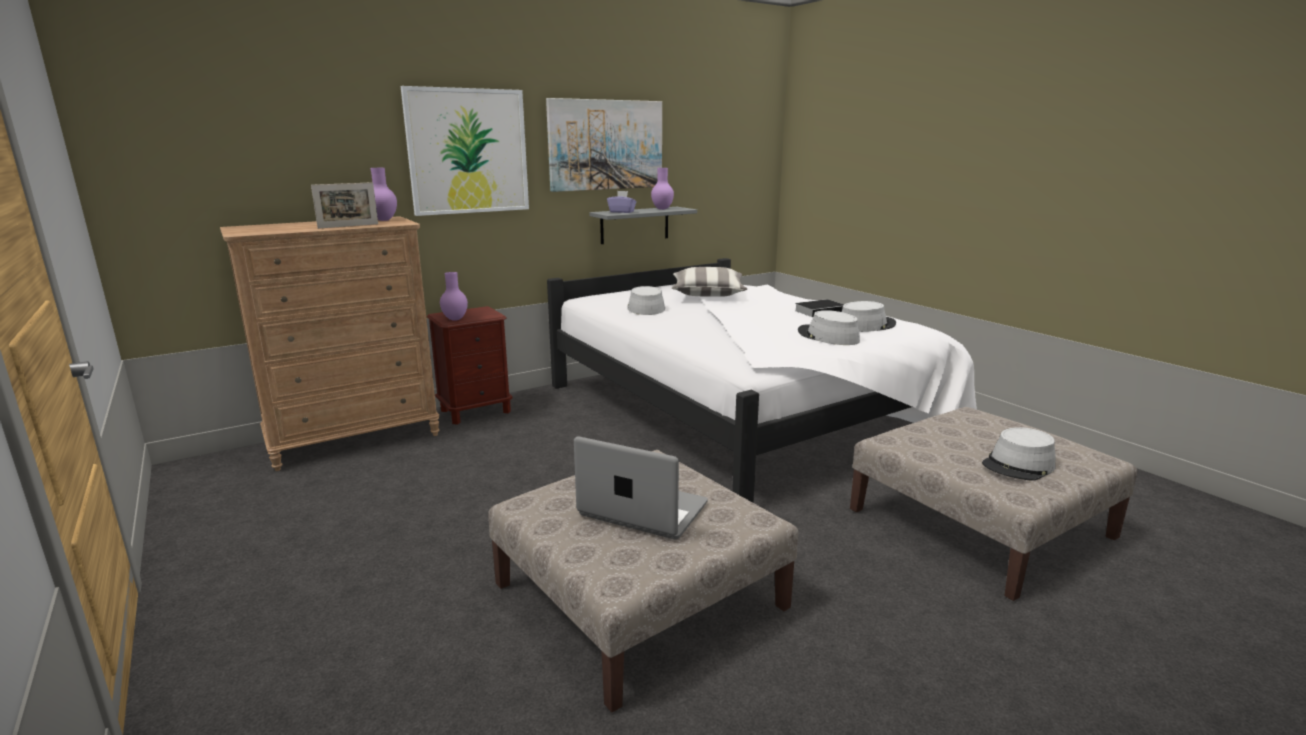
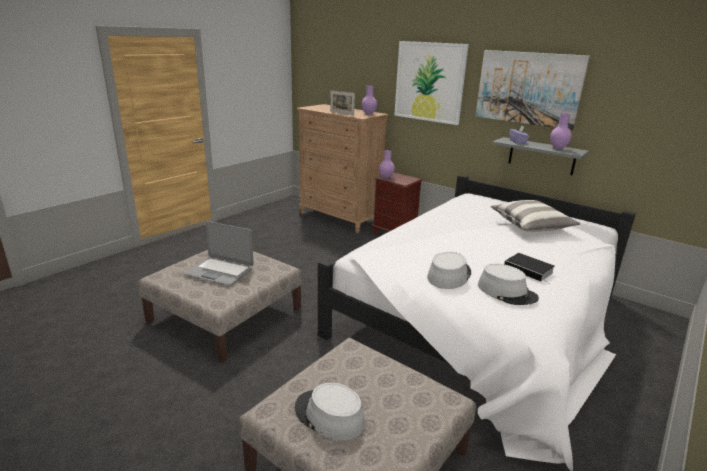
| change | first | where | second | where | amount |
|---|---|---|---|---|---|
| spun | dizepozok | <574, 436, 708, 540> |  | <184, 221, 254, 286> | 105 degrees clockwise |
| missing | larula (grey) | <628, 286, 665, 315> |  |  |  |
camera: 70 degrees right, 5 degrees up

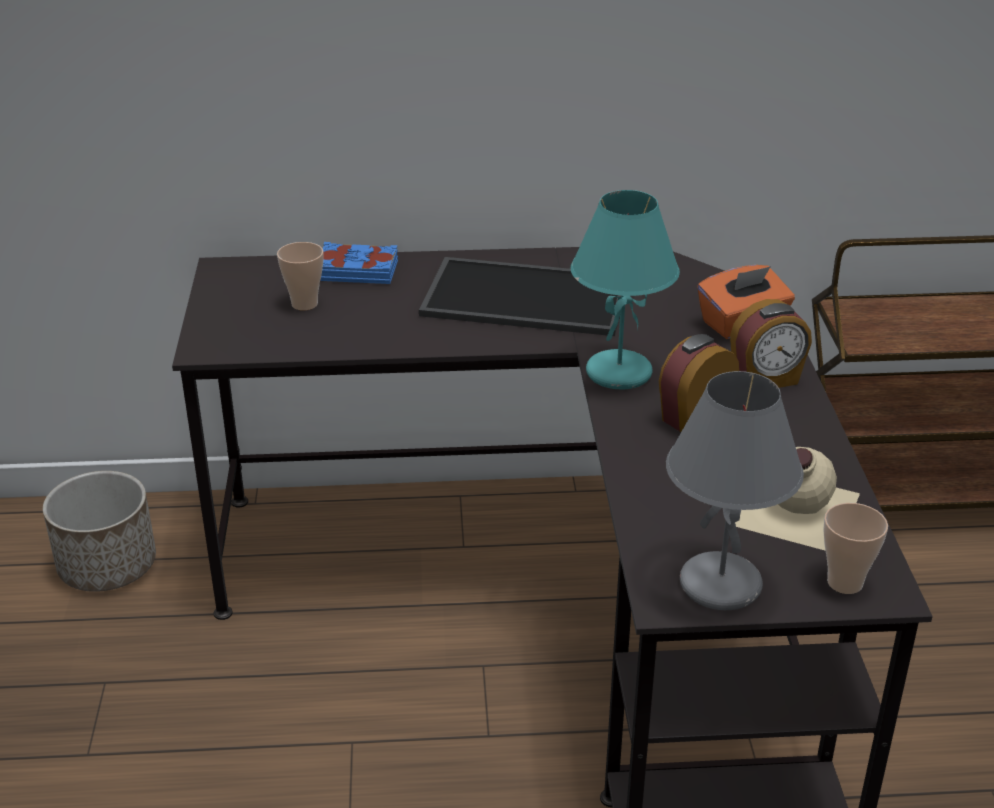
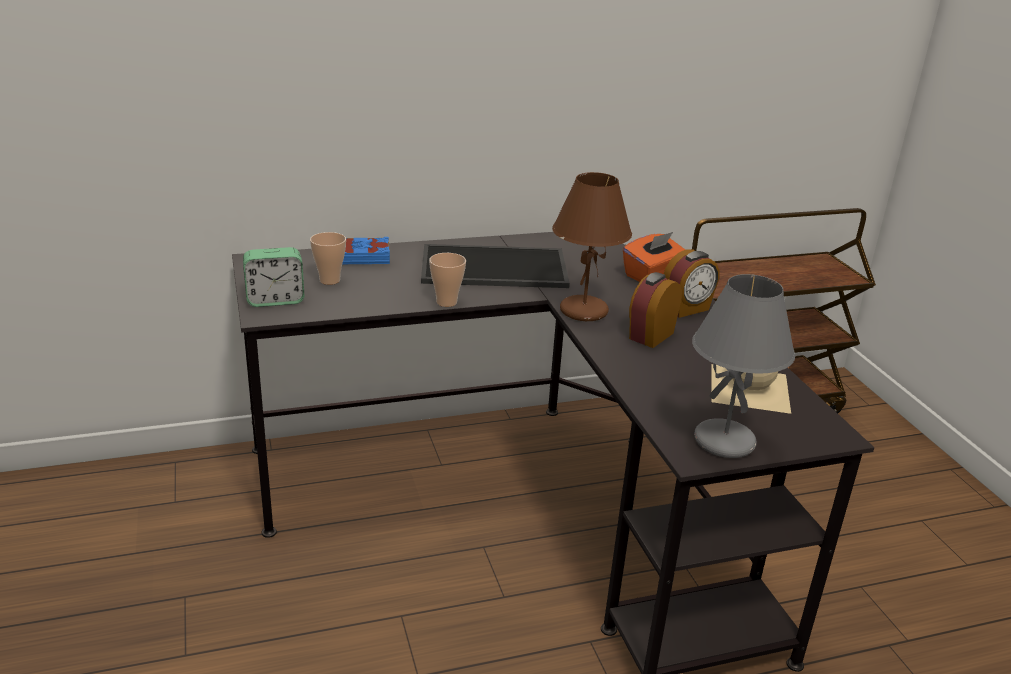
| change | first | where | second | where | amount |
|---|---|---|---|---|---|
| appeared |  |  | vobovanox | <243, 247, 304, 307> |  |
| relocated | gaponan | <823, 503, 888, 594> |  | <429, 253, 466, 307> |  |
| colour | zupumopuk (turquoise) | <571, 190, 680, 389> | zupumopuk (brown) | <552, 172, 632, 321> |  |
| missing | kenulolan | <43, 471, 156, 592> |  |  |  |
camera: 15 degrees left, 5 degrees down

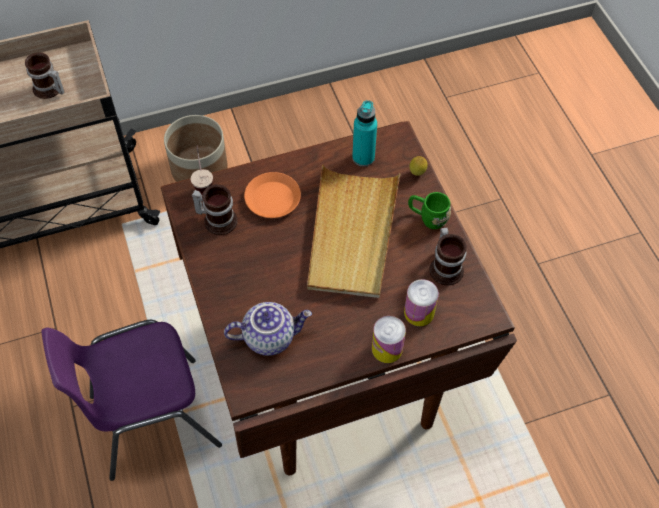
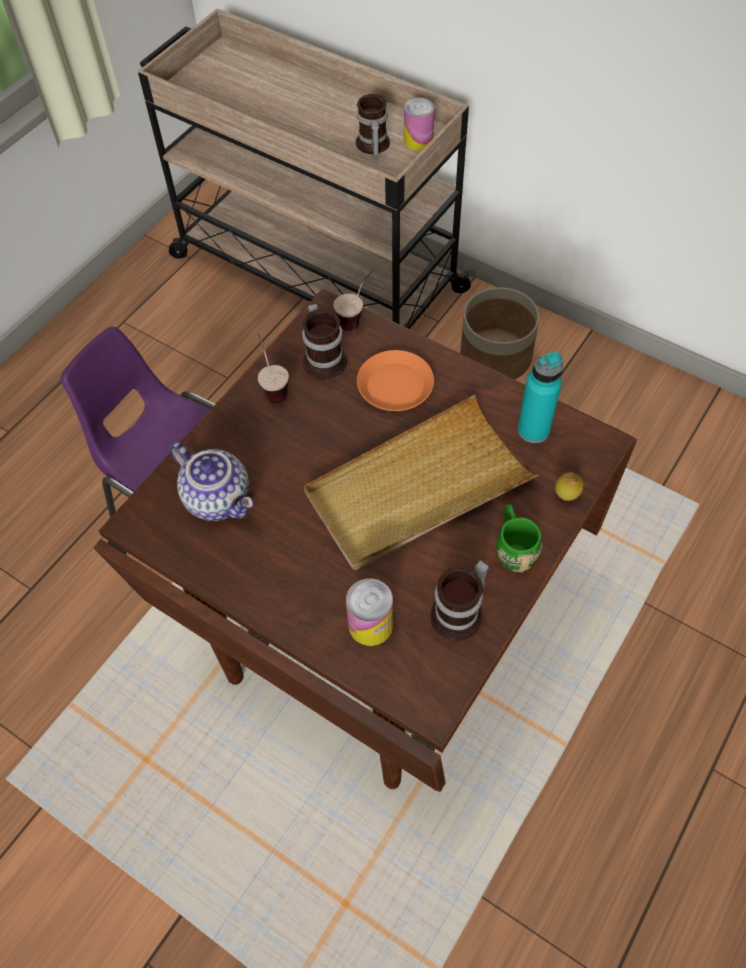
| change | first | where | second | where | amount |
|---|---|---|---|---|---|
| appeared |  |  | gaponan | <257, 334, 289, 403> |  |
| relocated | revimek | <372, 316, 406, 363> |  | <404, 97, 435, 151> |  |
camera: 55 degrees right, 0 degrees up

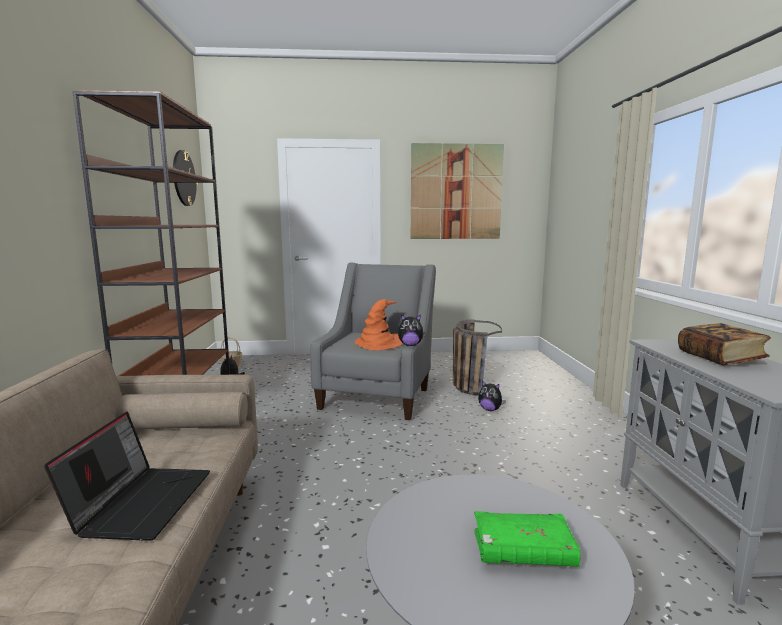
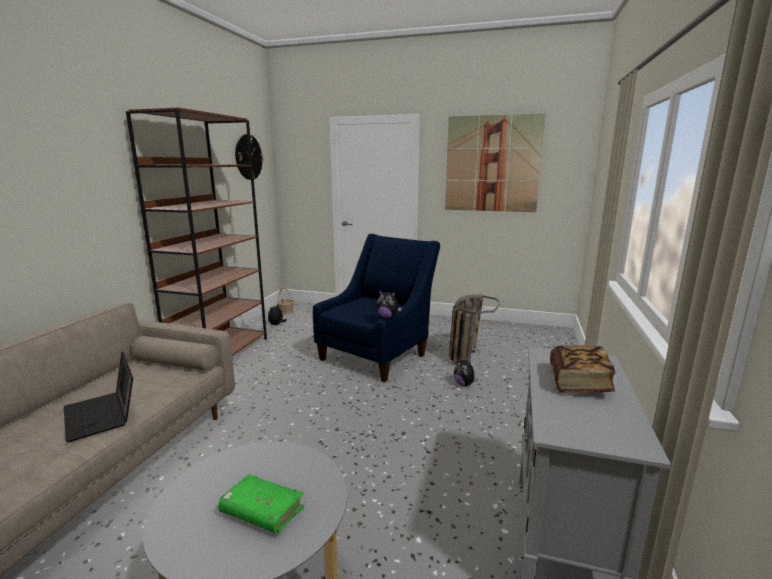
| change | first | where | second | where | amount |
|---|---|---|---|---|---|
| spun | dizepozok | <44, 411, 210, 541> |  | <64, 352, 133, 442> | 120 degrees clockwise |
| colour | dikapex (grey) | <310, 263, 436, 420> | dikapex (blue) | <313, 234, 440, 382> |  |
| missing | larula (orange) | <354, 299, 402, 350> |  |  |  |
camera: 20 degrees right, 5 degrees up

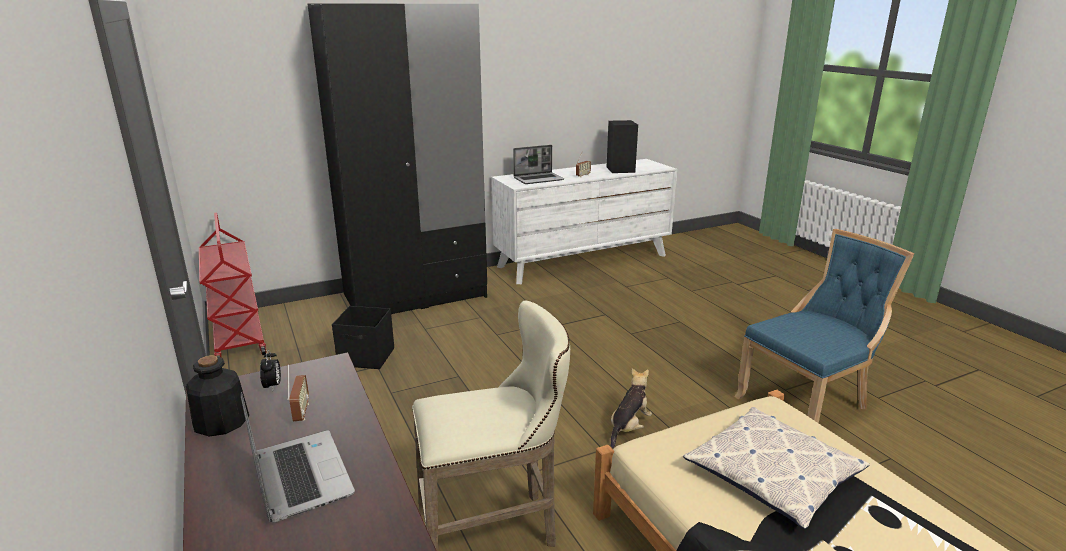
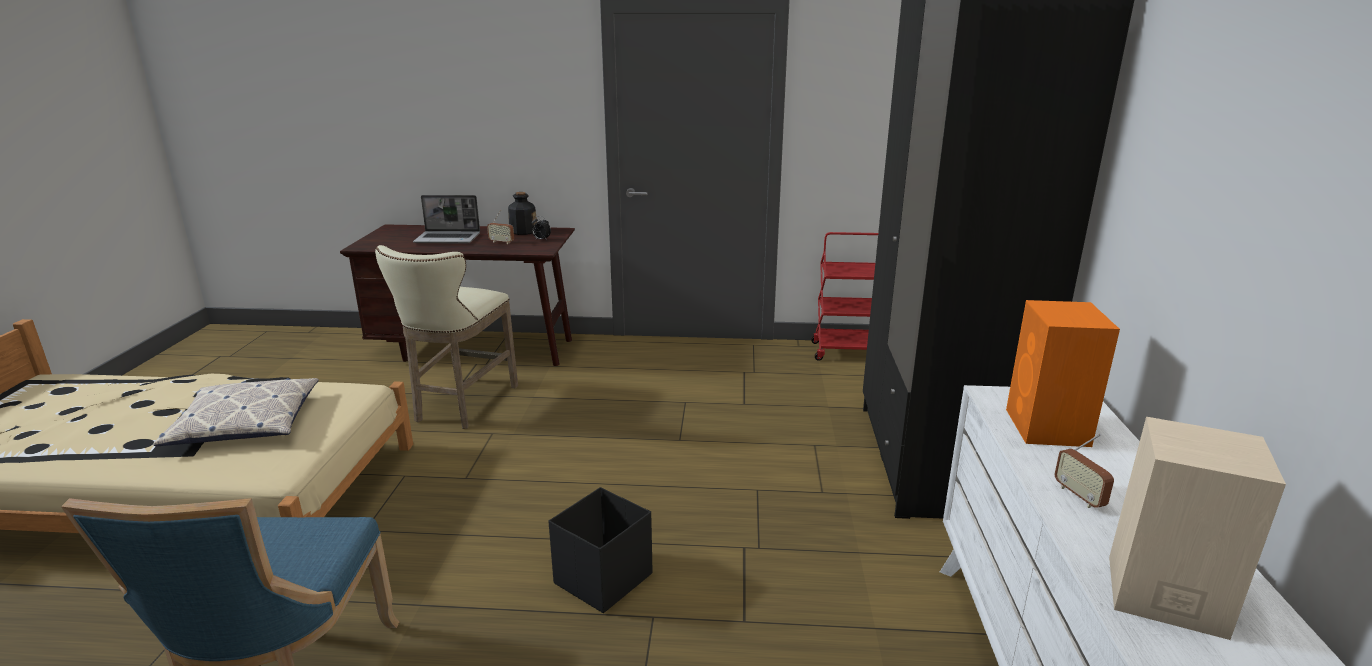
| change | first | where | second | where | amount |
|---|---|---|---|---|---|
| relocated | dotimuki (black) | <332, 306, 394, 369> |  | <548, 487, 652, 613> |  |
| exchanged | dizepozok | <513, 145, 564, 184> | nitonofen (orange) | <1006, 300, 1120, 447> |  |
| colour | nitonofen (black) | <607, 120, 638, 173> | nitonofen (beige) | <1109, 417, 1286, 640> |  |
| missing | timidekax | <611, 369, 652, 448> |  |  |  |
camera: 120 degrees right, 0 degrees up

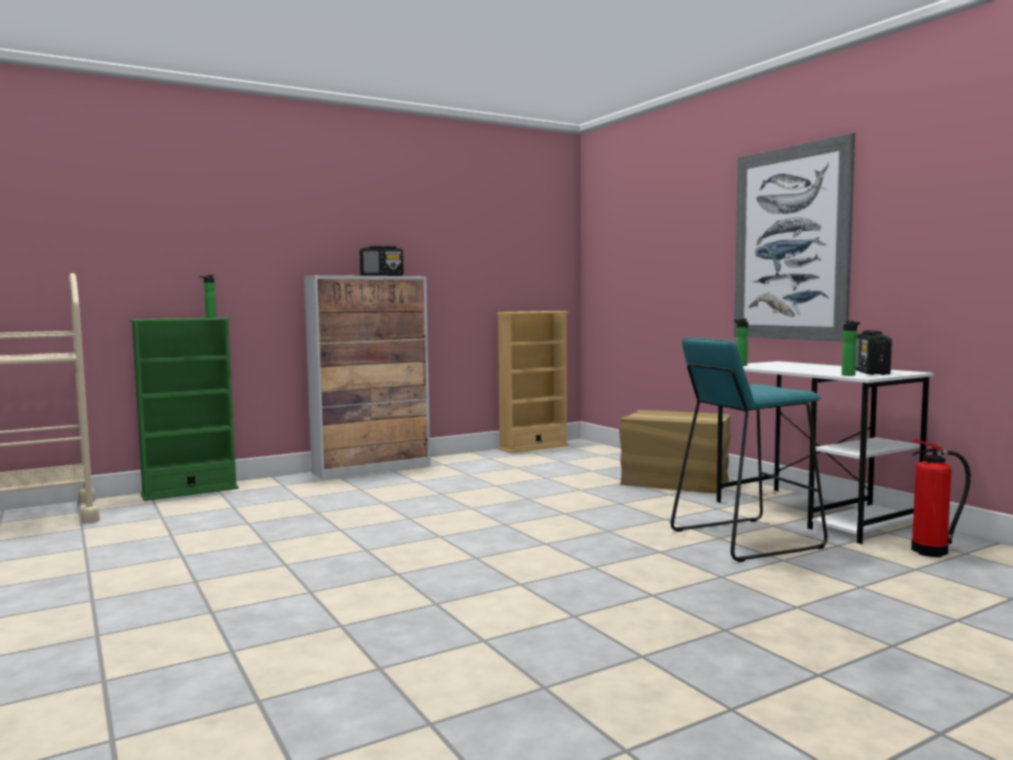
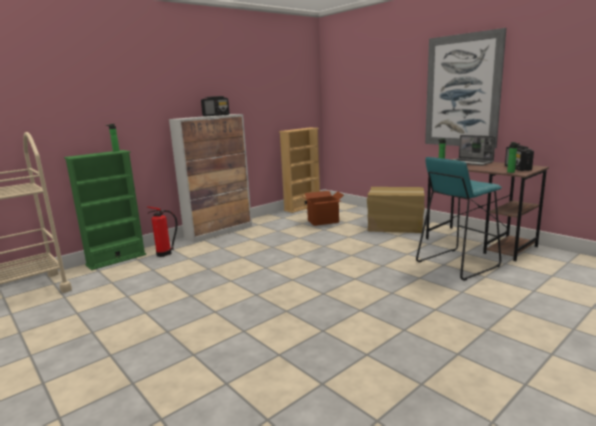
| change | first | where | second | where | amount |
|---|---|---|---|---|---|
| relocated | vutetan | <911, 439, 971, 557> |  | <147, 206, 178, 257> |  |
| appeared |  |  | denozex | <301, 191, 344, 226> |  |
| colour | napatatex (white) | <716, 361, 934, 544> | napatatex (brown) | <426, 158, 549, 261> |  |
| appeared |  |  | dizepozok | <453, 135, 496, 166> |  |
camera: 10 degrees left, 10 degrees up

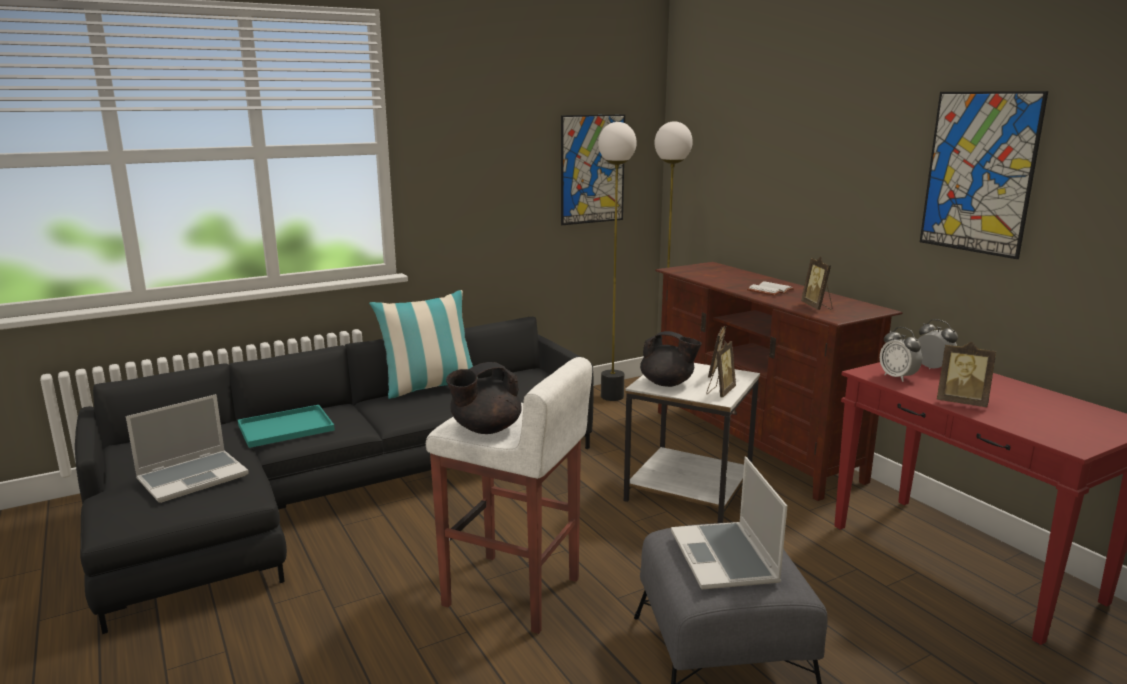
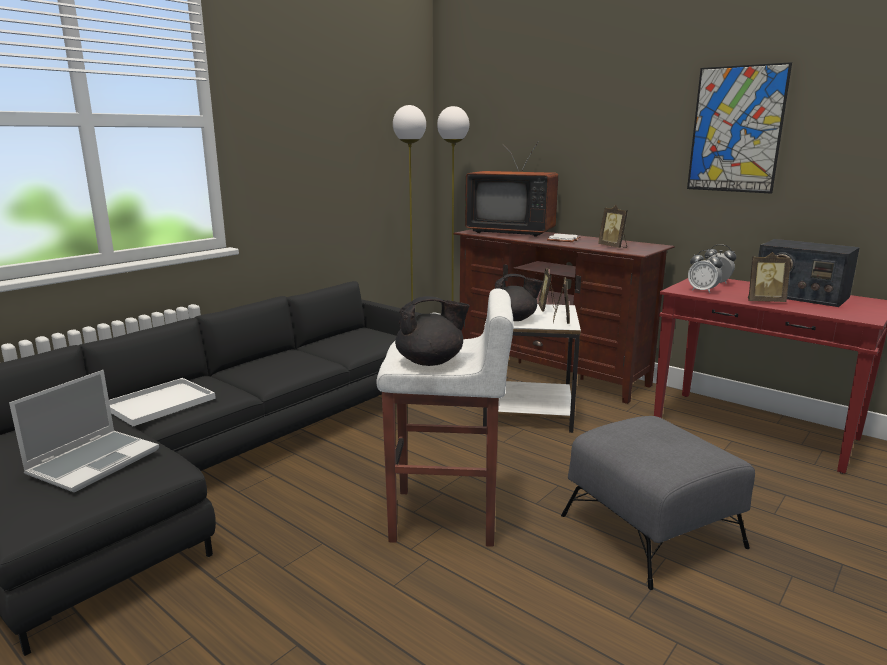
| change | first | where | second | where | amount |
|---|---|---|---|---|---|
| colour | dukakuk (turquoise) | <238, 405, 335, 448> | dukakuk (white) | <109, 378, 216, 426> |  |
| spun | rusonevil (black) | <446, 362, 522, 434> |  | <395, 296, 470, 366> | 135 degrees counterclockwise |
| appeared |  |  | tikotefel | <465, 141, 558, 237> |  |
| appeared |  |  | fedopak | <758, 239, 860, 307> |  |
| missing | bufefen | <369, 290, 473, 399> |  |  |  |
| missing | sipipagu | <561, 115, 625, 225> |  |  |  |
| missing | dizepozok | <671, 457, 787, 589> |  |  |  |
camera: 20 degrees left, 0 degrees up

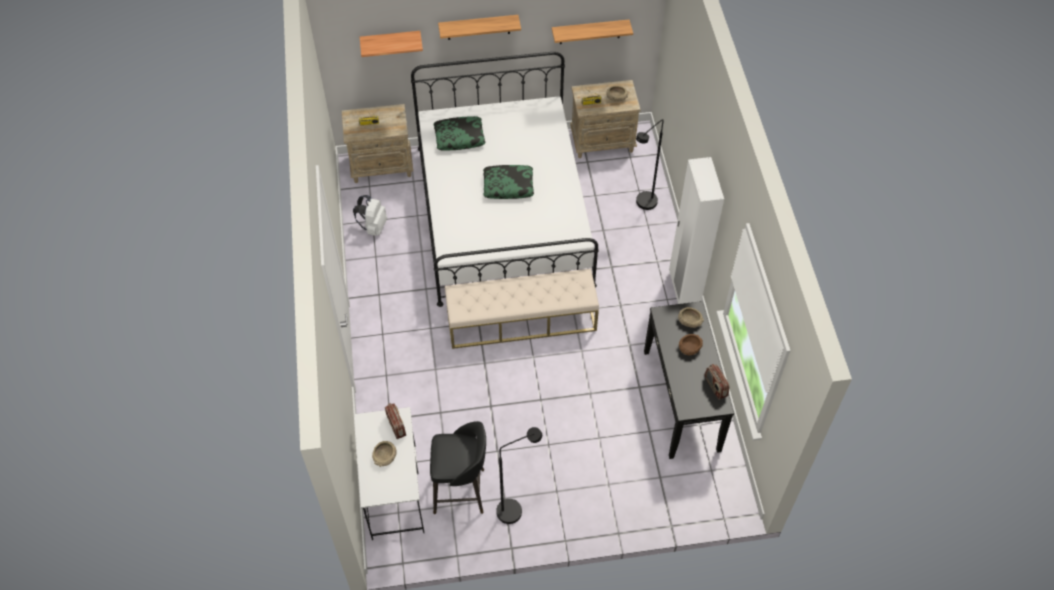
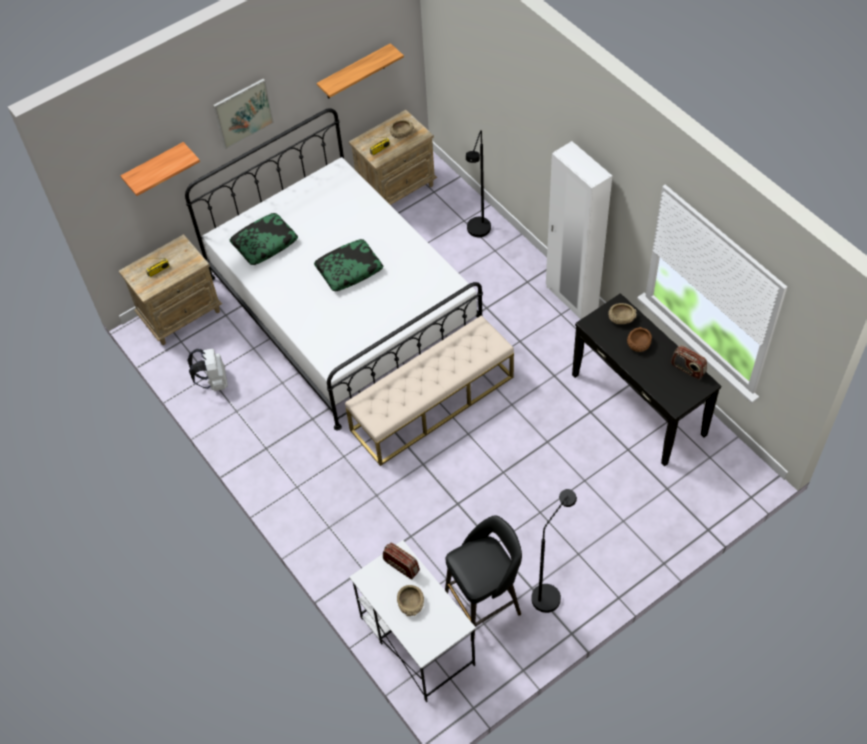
| change | first | where | second | where | amount |
|---|---|---|---|---|---|
| exchanged | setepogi | <438, 15, 521, 40> | sipipagu | <213, 78, 274, 149> |  |
camera: 25 degrees left, 0 degrees up

